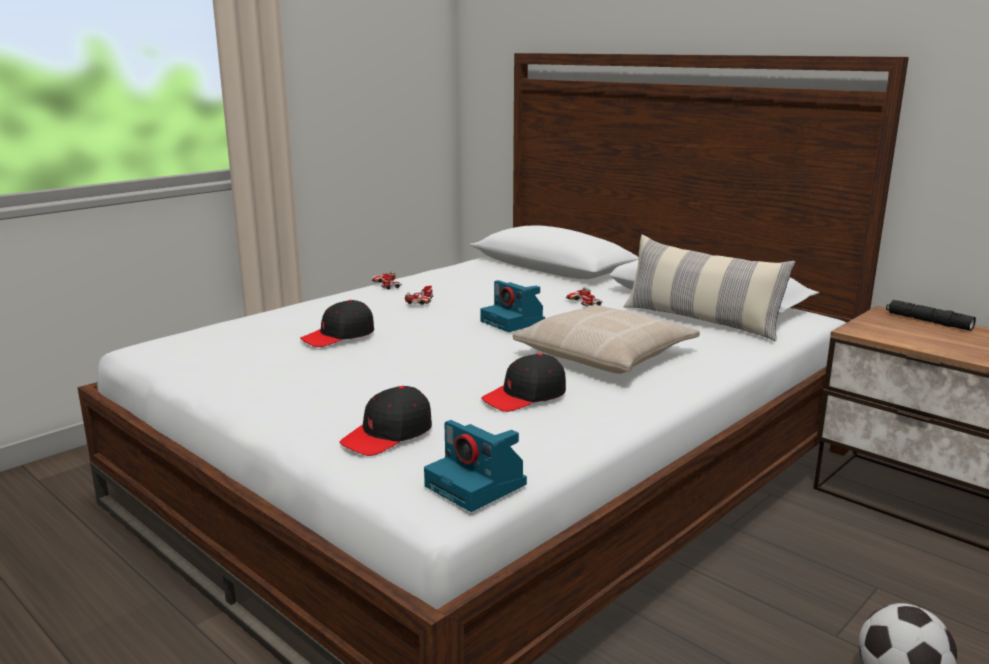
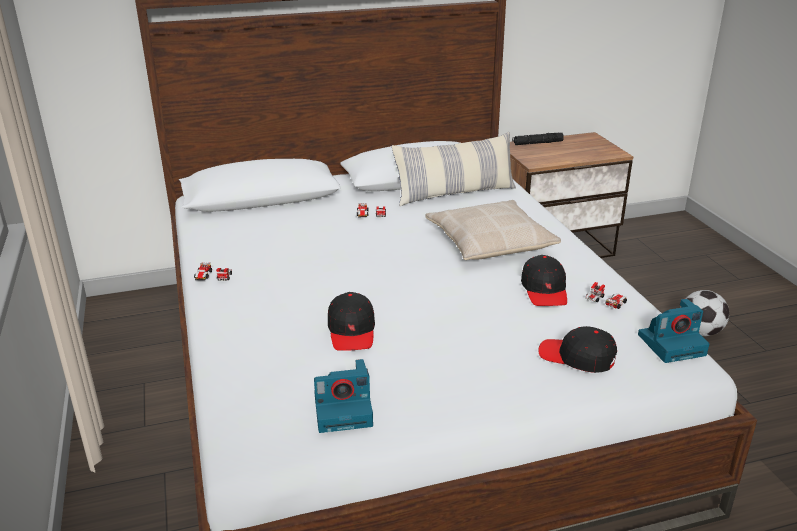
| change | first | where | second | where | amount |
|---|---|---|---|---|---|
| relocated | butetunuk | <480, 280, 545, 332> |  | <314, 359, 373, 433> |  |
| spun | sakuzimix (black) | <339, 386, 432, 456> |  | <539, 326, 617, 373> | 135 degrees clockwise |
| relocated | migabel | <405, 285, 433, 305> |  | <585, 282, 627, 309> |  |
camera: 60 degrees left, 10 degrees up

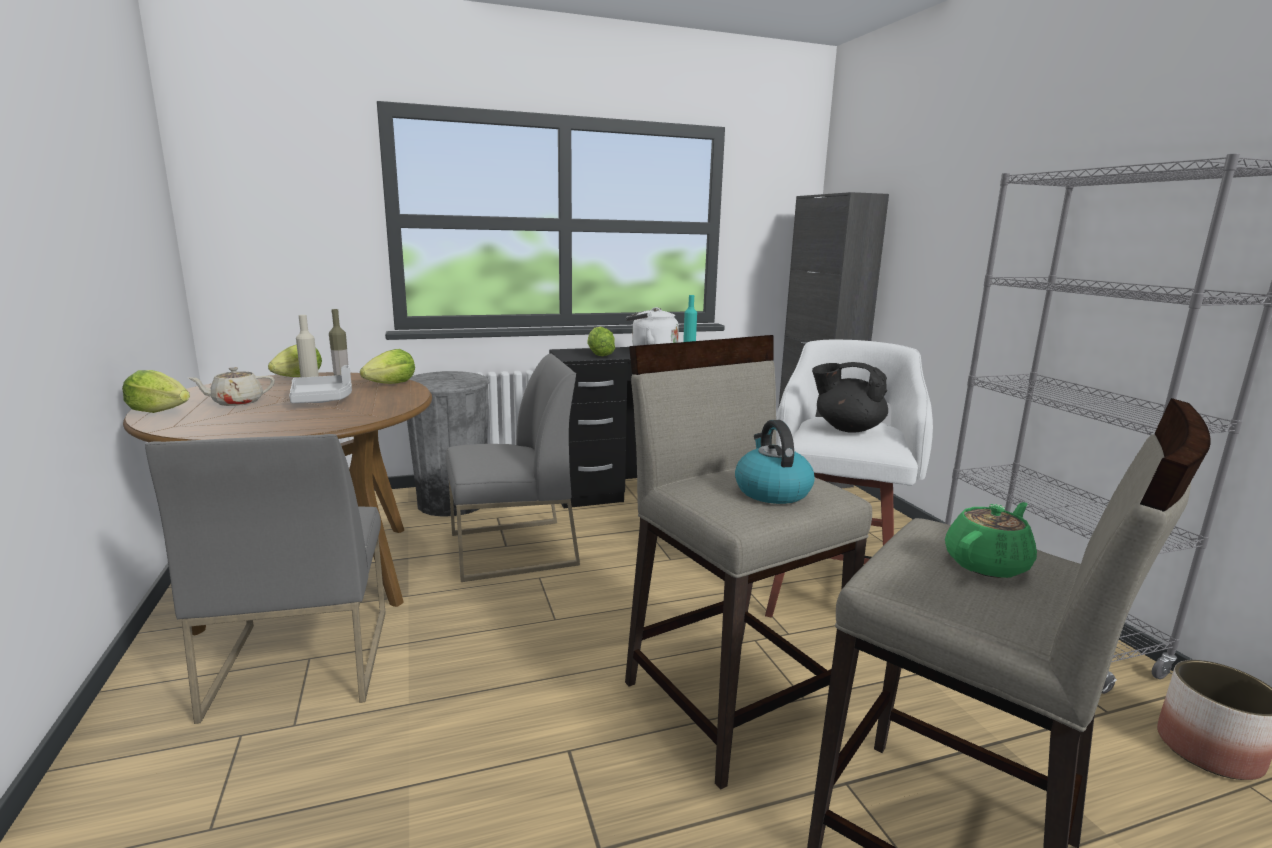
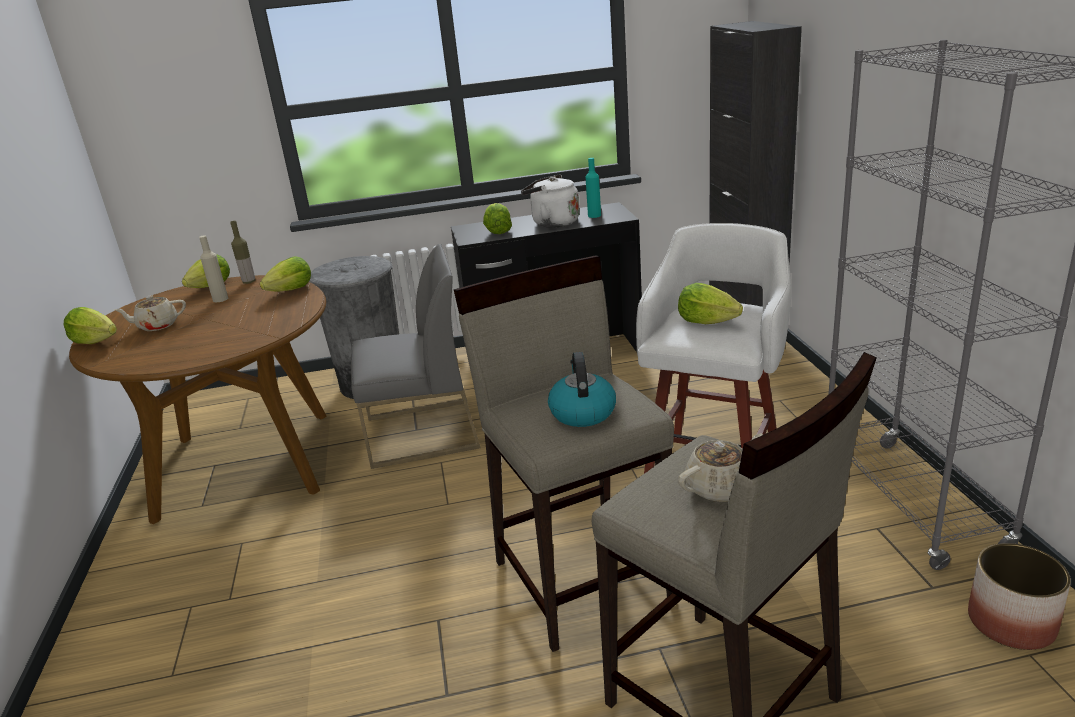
| change | first | where | second | where | amount |
|---|---|---|---|---|---|
| exchanged | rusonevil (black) | <812, 362, 888, 433> | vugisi | <678, 283, 743, 324> |  |
| colour | rusonevil (green) | <945, 502, 1037, 578> | rusonevil (beige) | <678, 433, 763, 502> |  |
| missing | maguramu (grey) | <145, 434, 386, 724> |  |  |  |
| missing | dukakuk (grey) | <289, 365, 352, 403> |  |  |  |
camera: 10 degrees right, 10 degrees up

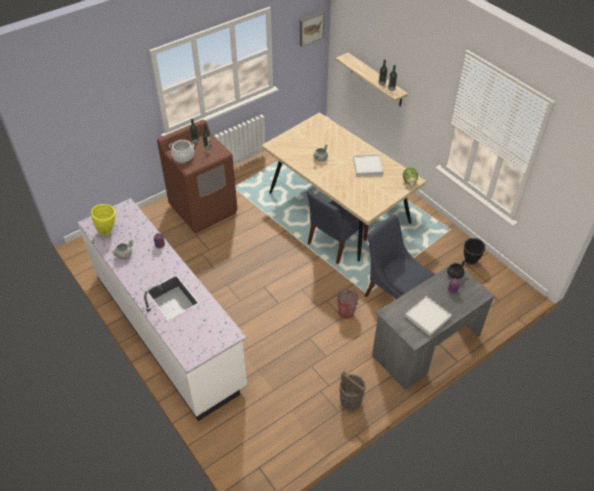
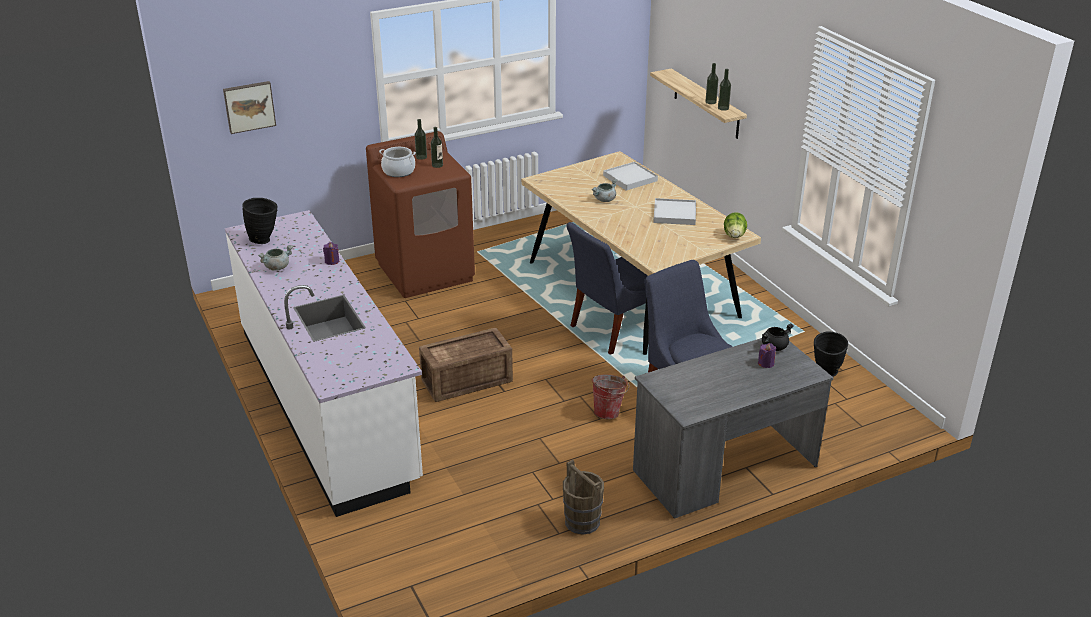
| change | first | where | second | where | amount |
|---|---|---|---|---|---|
| relocated | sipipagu | <300, 12, 324, 47> |  | <223, 81, 276, 134> |  |
| colour | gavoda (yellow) | <91, 204, 115, 235> | gavoda (black) | <243, 198, 278, 244> |  |
| appeared |  |  | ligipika | <419, 328, 513, 402> |  |
| relocated | dukakuk (white) | <405, 296, 452, 336> |  | <603, 162, 658, 191> |  |
camera: 10 degrees right, 15 degrees down

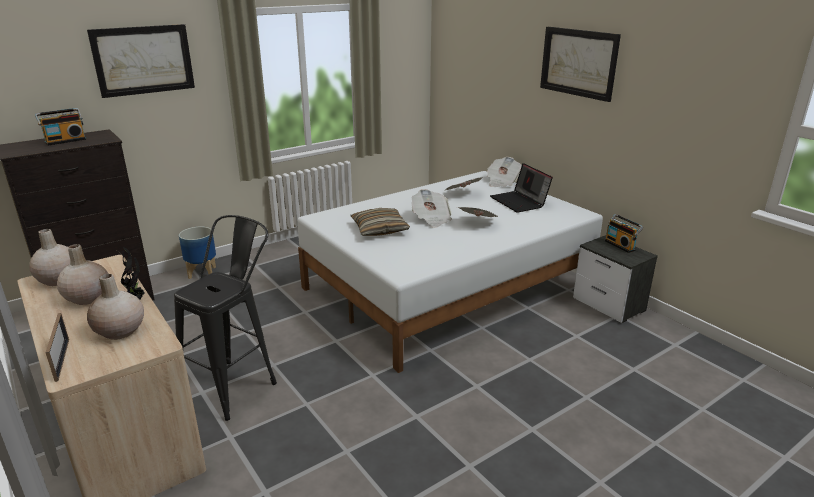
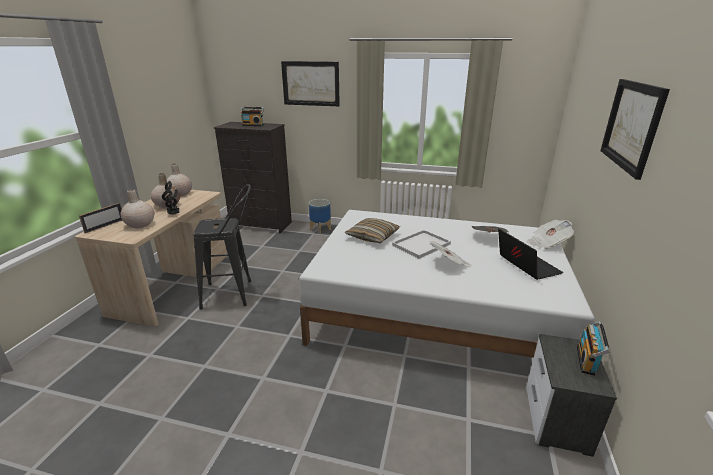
| change | first | where | second | where | amount |
|---|---|---|---|---|---|
| exchanged | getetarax | <412, 189, 452, 228> | dukakuk (white) | <392, 230, 451, 259> |  |
| spun | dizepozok | <490, 163, 553, 213> |  | <498, 228, 563, 280> | 135 degrees clockwise |
camera: 50 degrees right, 0 degrees up

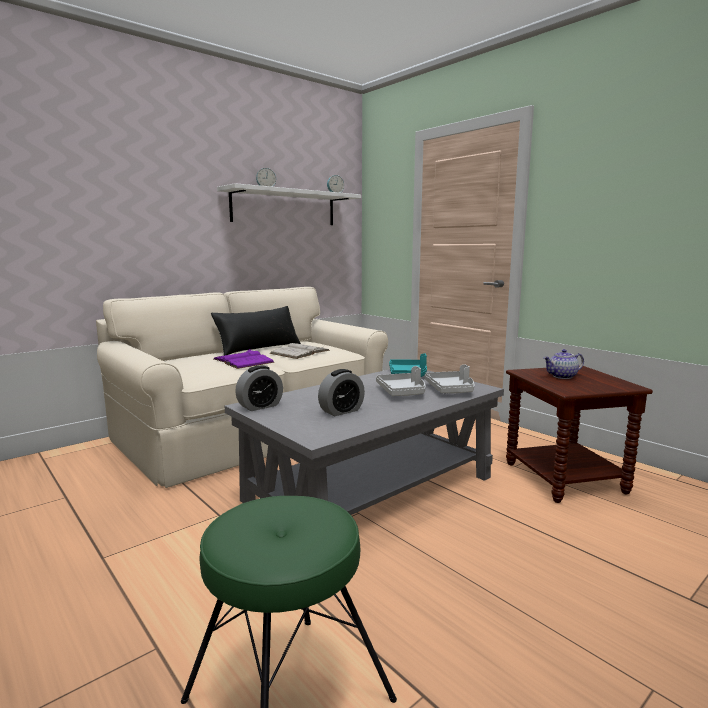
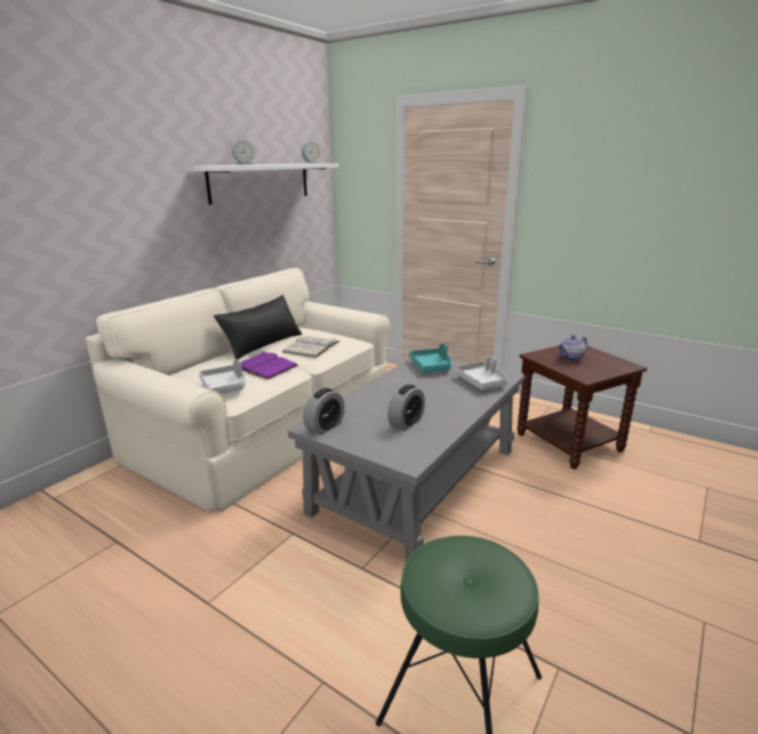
| change | first | where | second | where | amount |
|---|---|---|---|---|---|
| relocated | dukakuk (grey) | <376, 366, 425, 396> |  | <199, 359, 246, 394> |  |
camera: 15 degrees left, 10 degrees up

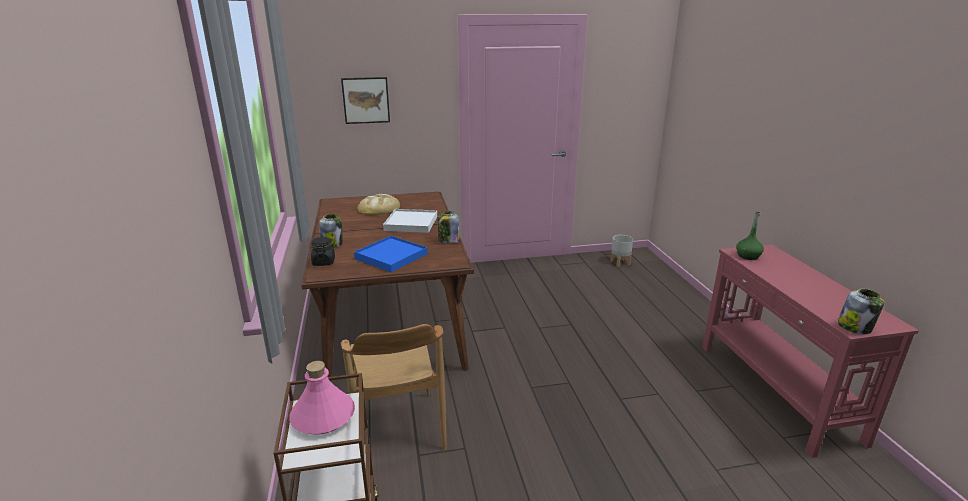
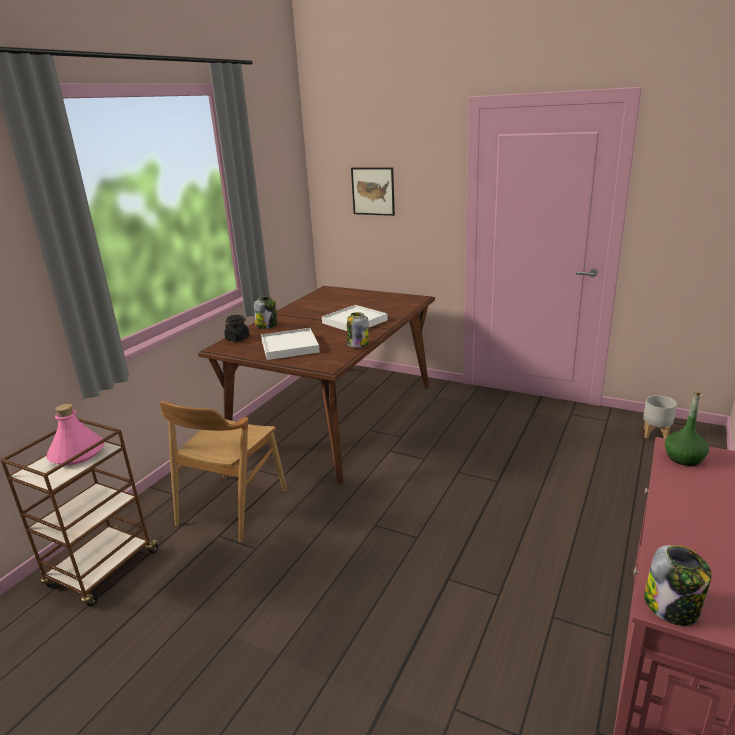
| change | first | where | second | where | amount |
|---|---|---|---|---|---|
| colour | dukakuk (blue) | <354, 236, 427, 272> | dukakuk (white) | <261, 328, 320, 360> |  |
| missing | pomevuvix | <357, 194, 400, 215> |  |  |  |
camera: 40 degrees right, 0 degrees up

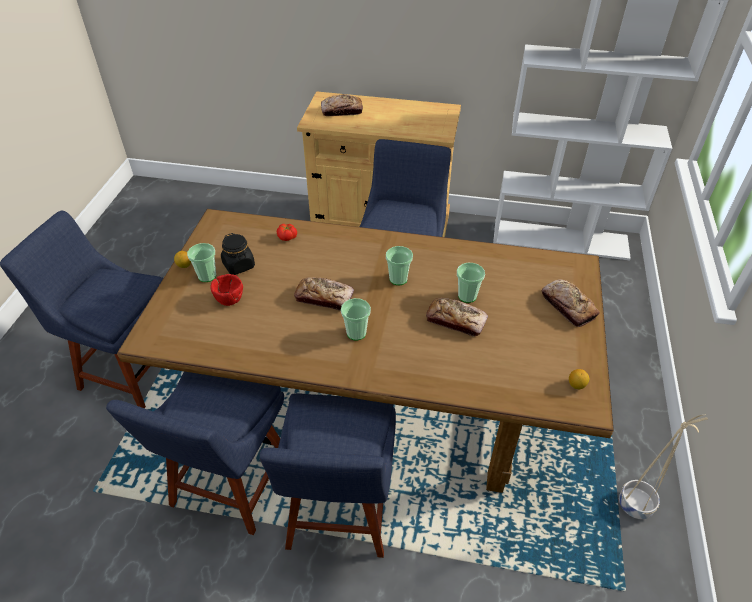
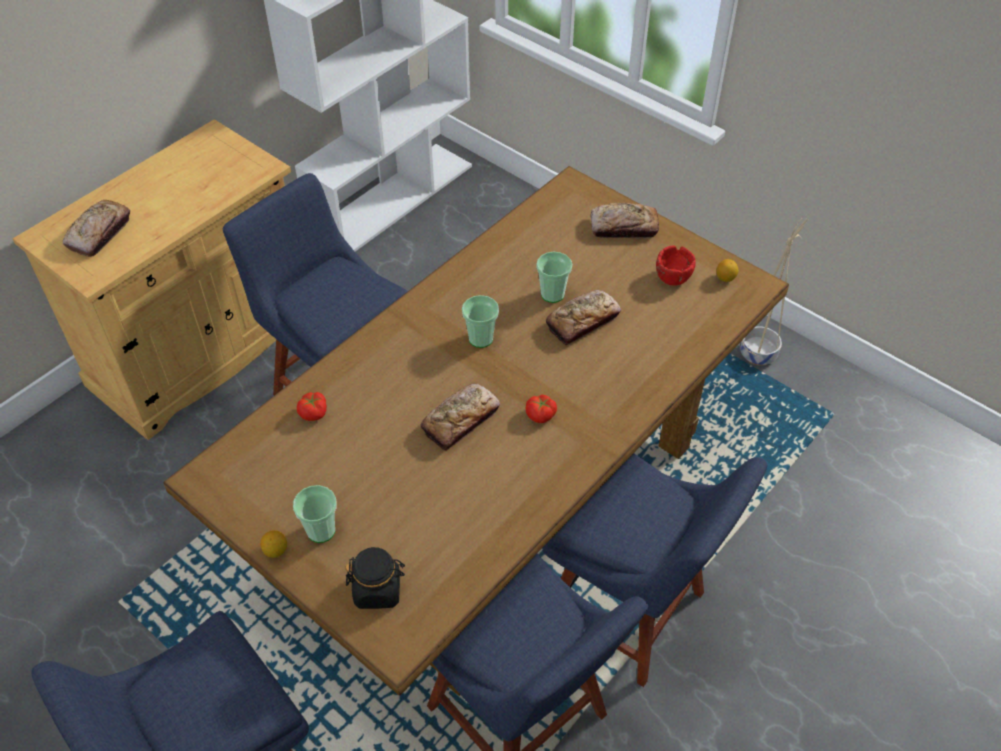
| change | first | where | second | where | amount |
|---|---|---|---|---|---|
| relocated | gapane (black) | <221, 233, 255, 275> |  | <345, 547, 405, 609> |  |
| exchanged | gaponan | <341, 298, 371, 341> | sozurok | <526, 395, 557, 423> |  |
| relocated | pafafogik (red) | <210, 274, 243, 306> |  | <656, 246, 696, 286> |  |
camera: 60 degrees left, 5 degrees up

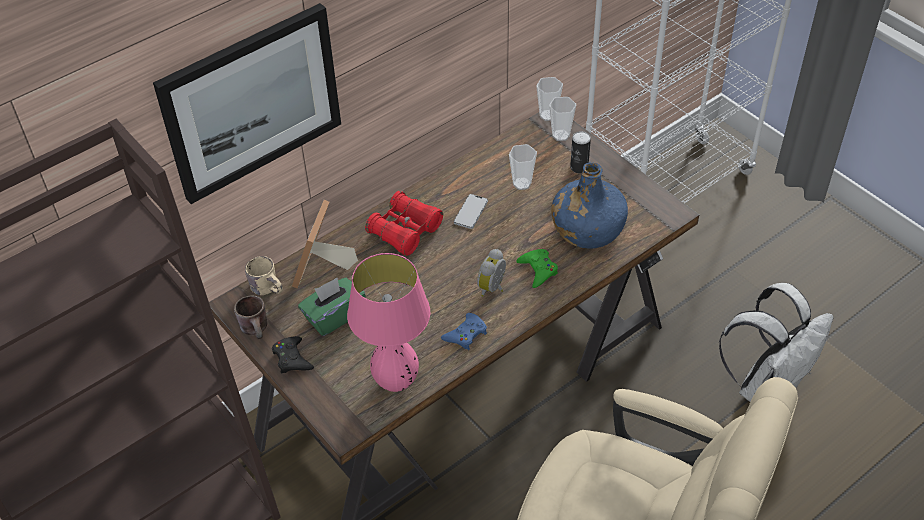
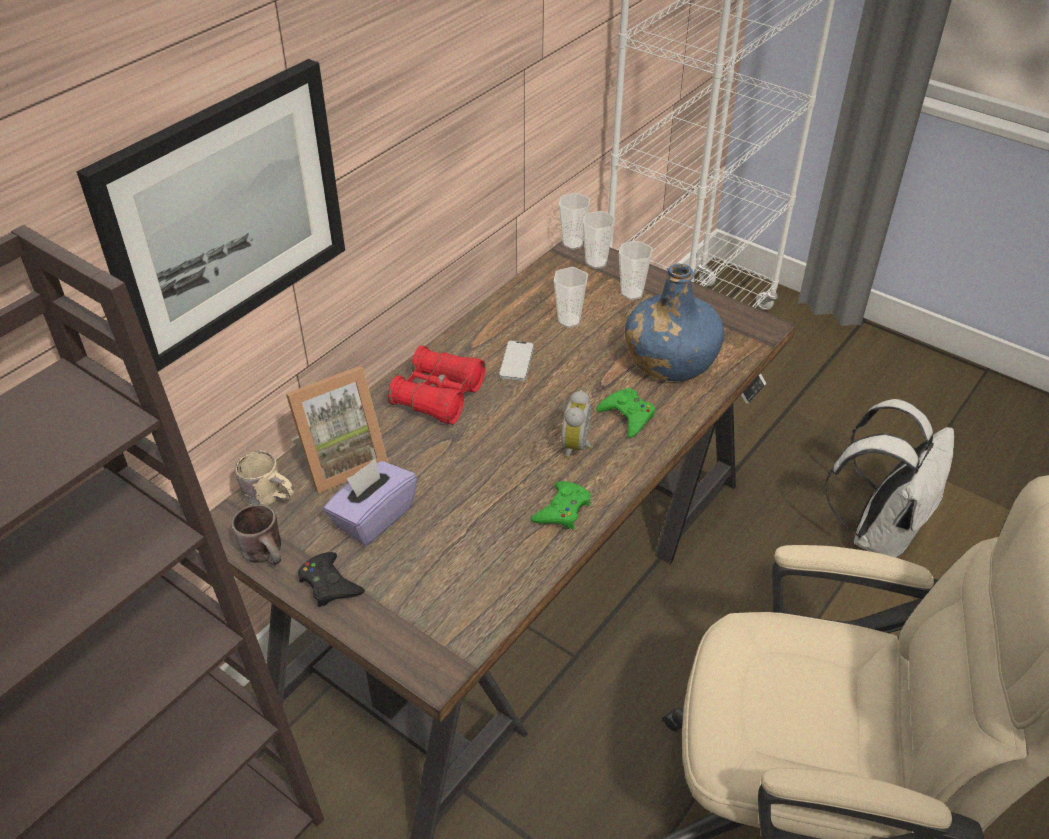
| change | first | where | second | where | amount |
|---|---|---|---|---|---|
| spun | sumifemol | <292, 200, 358, 288> |  | <286, 366, 388, 494> | 120 degrees counterclockwise |
| colour | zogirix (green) | <298, 278, 366, 336> | zogirix (purple) | <324, 459, 417, 546> |  |
| colour | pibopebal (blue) | <441, 313, 487, 350> | pibopebal (green) | <530, 481, 591, 529> |  |
| exchanged | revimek | <570, 131, 591, 173> | gaponan | <619, 241, 653, 300> |  |
| missing | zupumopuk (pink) | <347, 253, 430, 392> |  |  |  |
camera: 15 degrees left, 5 degrees down

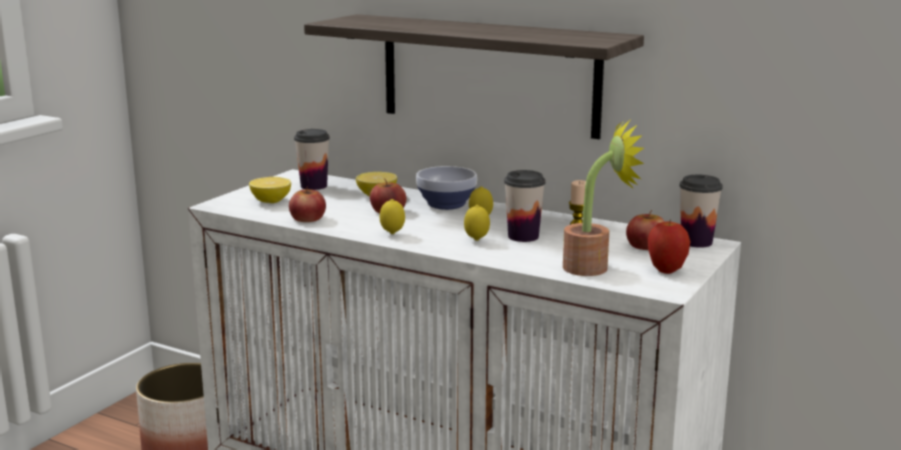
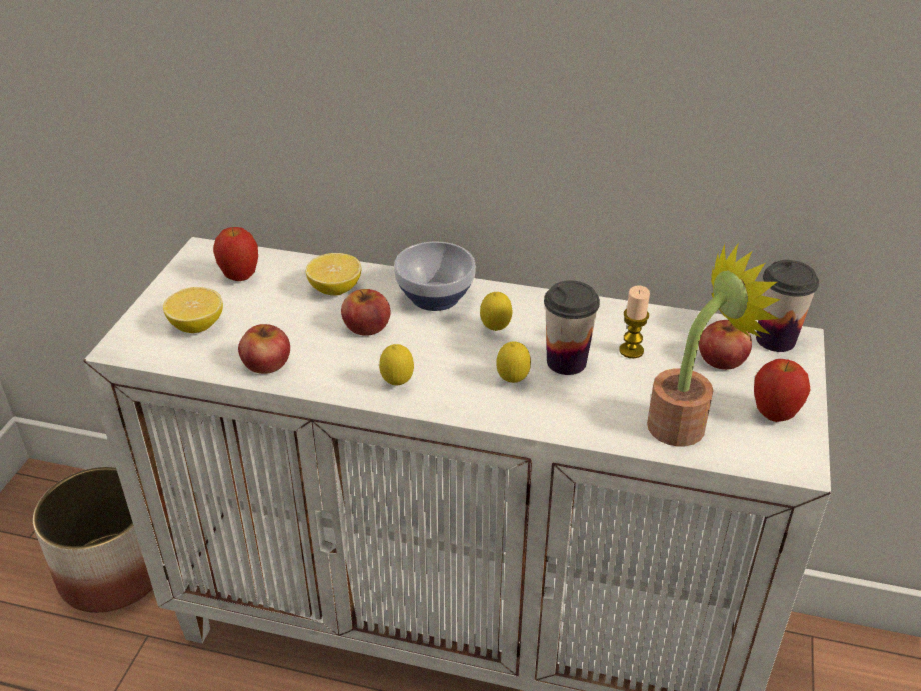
| change | first | where | second | where | amount |
|---|---|---|---|---|---|
| exchanged | gaponan | <294, 129, 330, 190> | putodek | <213, 227, 258, 281> |  |
| missing | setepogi | <304, 14, 644, 139> |  |  |  |
camera: 15 degrees left, 20 degrees up

